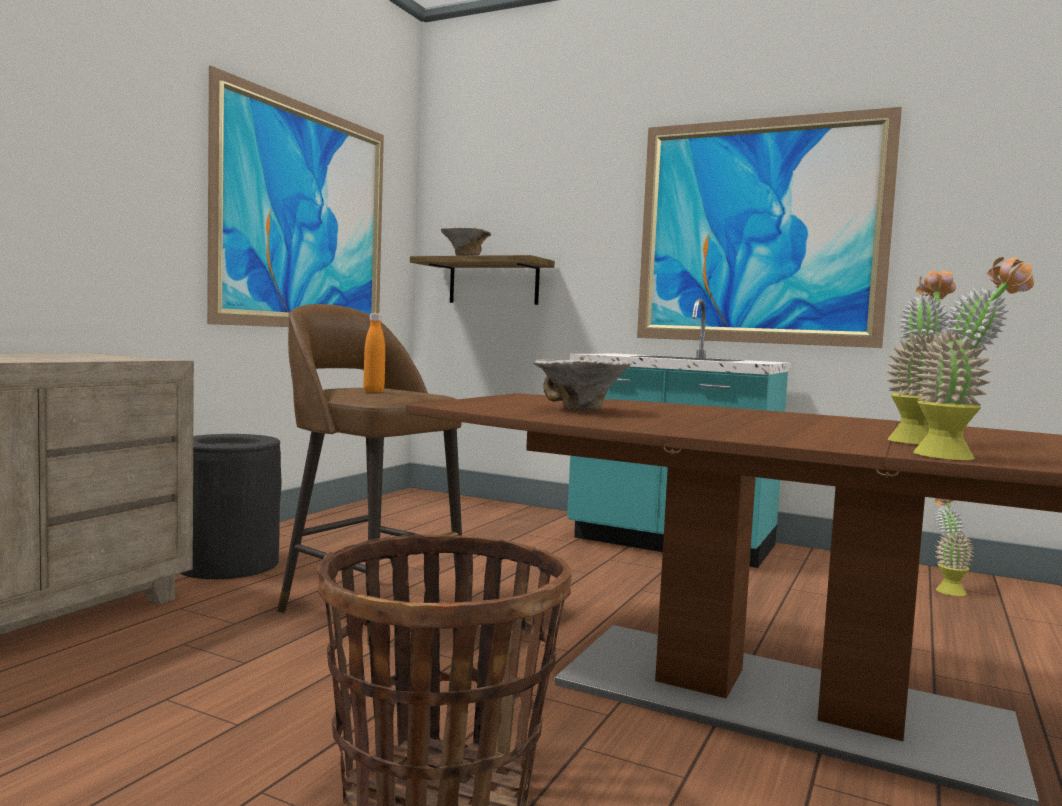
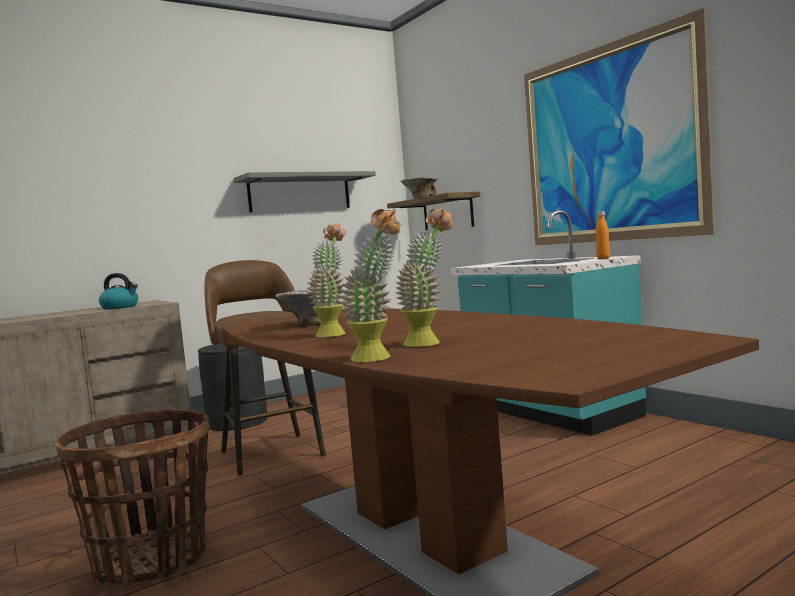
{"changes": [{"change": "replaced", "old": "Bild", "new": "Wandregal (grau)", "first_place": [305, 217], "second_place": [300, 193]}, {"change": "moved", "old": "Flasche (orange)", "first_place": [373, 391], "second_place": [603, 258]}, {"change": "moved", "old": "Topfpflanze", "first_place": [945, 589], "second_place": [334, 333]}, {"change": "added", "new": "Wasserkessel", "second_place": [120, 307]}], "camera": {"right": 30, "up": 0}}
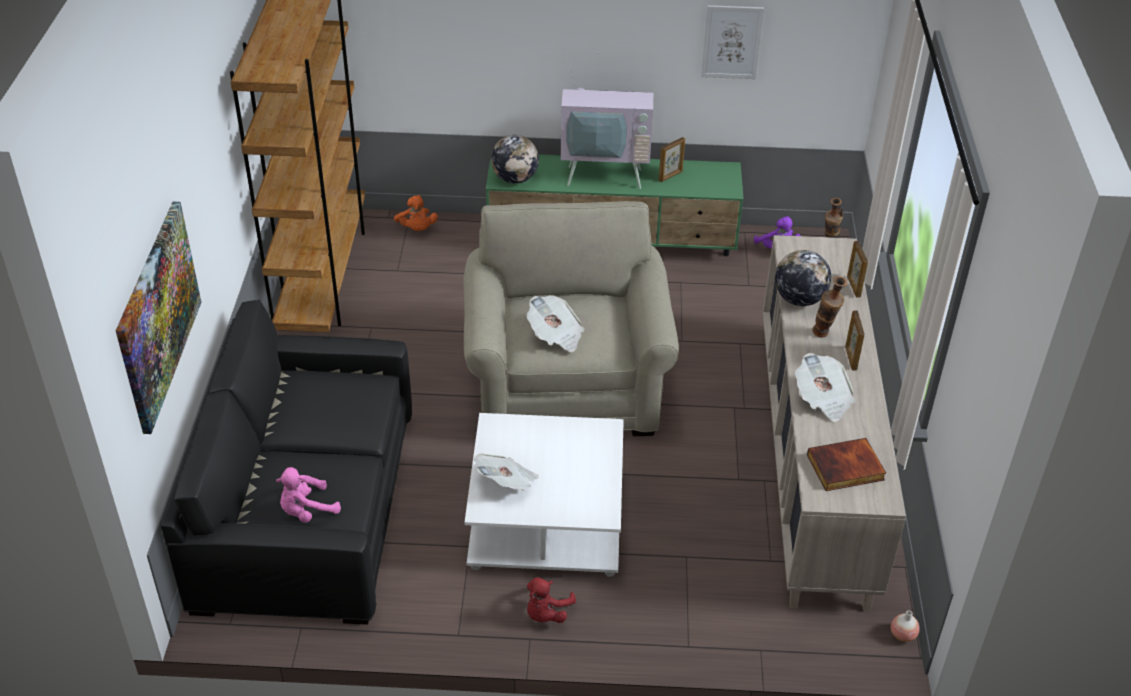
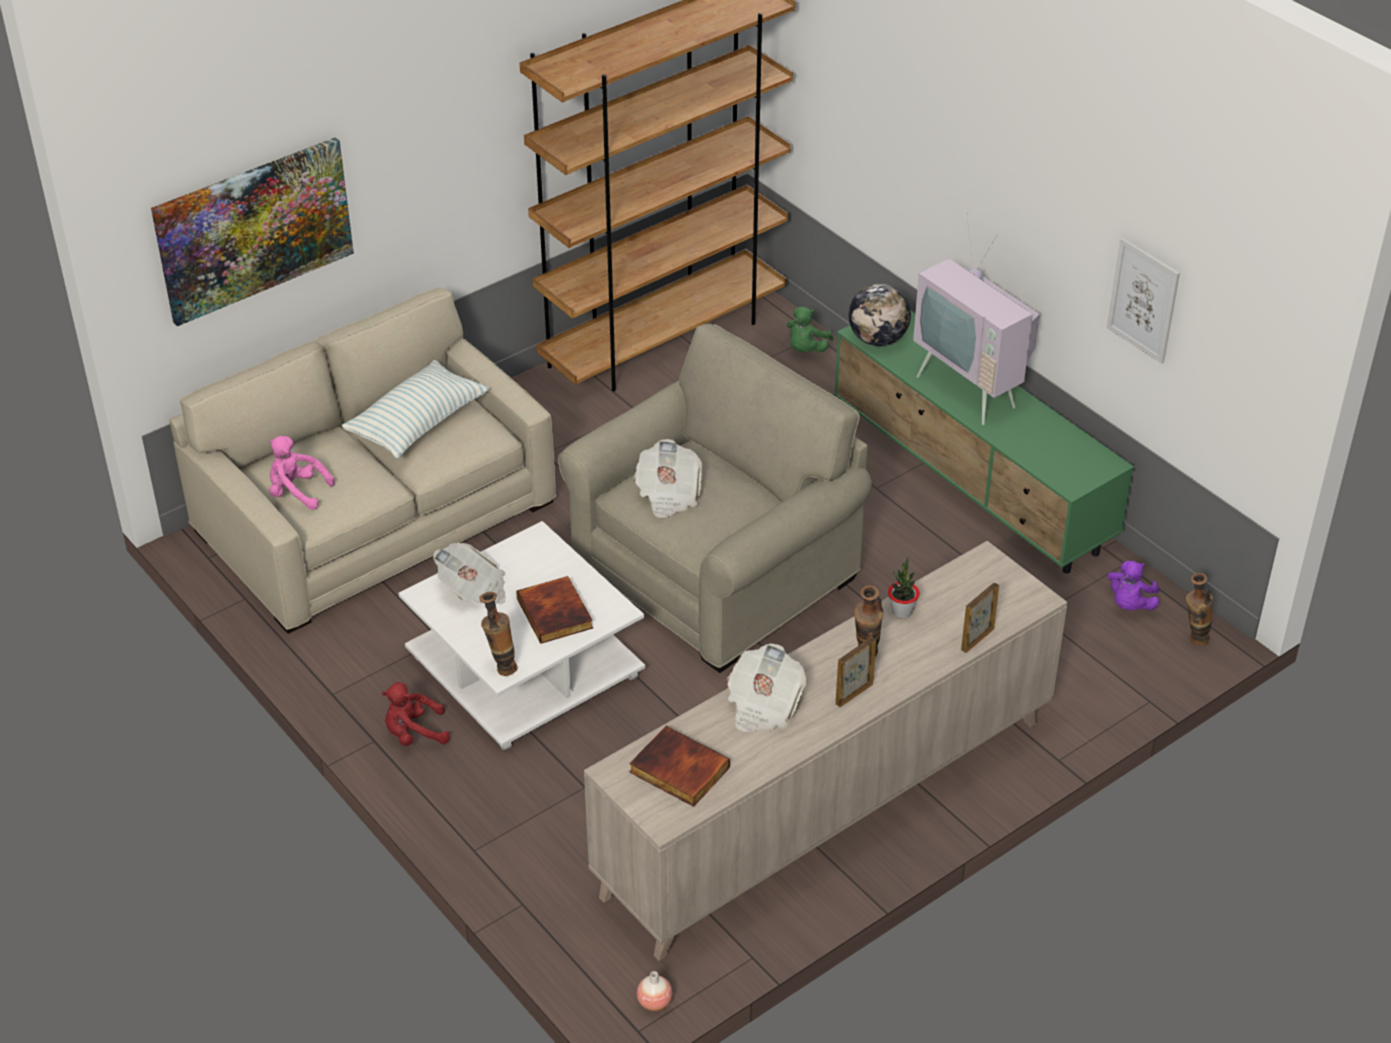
{"changes": [{"change": "removed", "old": "Bilderrahmen", "first_place": [670, 176]}, {"change": "recoloured", "old": "Plüschtier (orange)", "new": "Plüschtier (grün)", "first_place": [417, 229], "second_place": [806, 349]}, {"change": "replaced", "old": "Globus", "new": "Topfpflanze", "first_place": [799, 299], "second_place": [902, 611]}, {"change": "recoloured", "old": "Sofa (schwarz)", "new": "Sofa (beige)", "first_place": [304, 506], "second_place": [375, 514]}, {"change": "added", "new": "Kissen", "second_place": [418, 423]}, {"change": "added", "new": "Buch", "second_place": [556, 613]}, {"change": "added", "new": "Vase", "second_place": [501, 667]}], "camera": {"right": 50, "up": 0}}
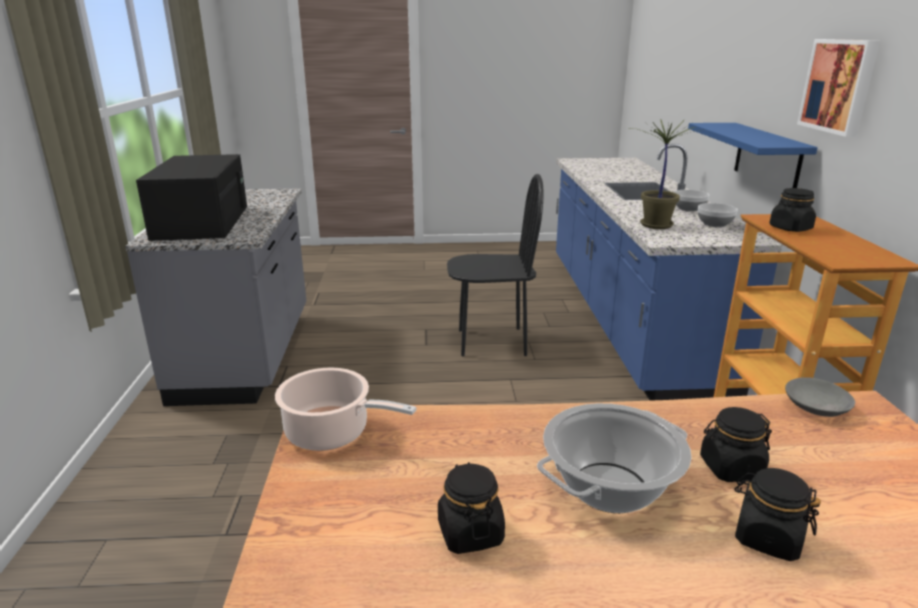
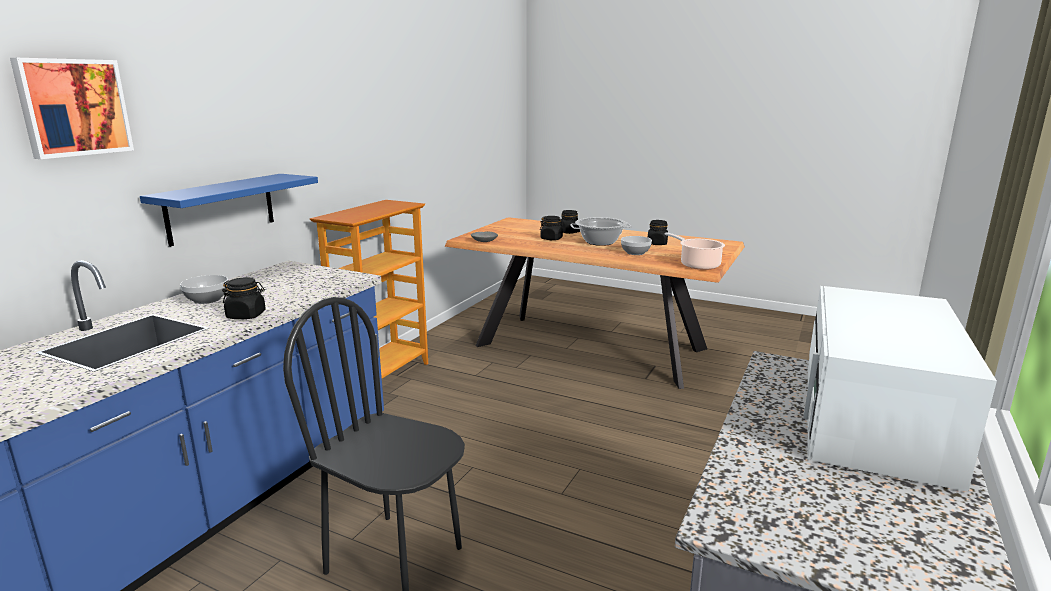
{"changes": [{"change": "moved", "old": "Bild", "first_place": [839, 86], "second_place": [73, 107]}, {"change": "removed", "old": "Topfpflanze", "first_place": [655, 225]}, {"change": "recoloured", "old": "Mikrowelle (schwarz)", "new": "Mikrowelle (weiß)", "first_place": [202, 221], "second_place": [874, 421]}, {"change": "moved", "old": "Vorratsglas (schwarz)", "first_place": [790, 228], "second_place": [246, 315]}, {"change": "moved", "old": "Schüssel", "first_place": [715, 224], "second_place": [635, 253]}], "camera": {"right": -150, "up": -5}}
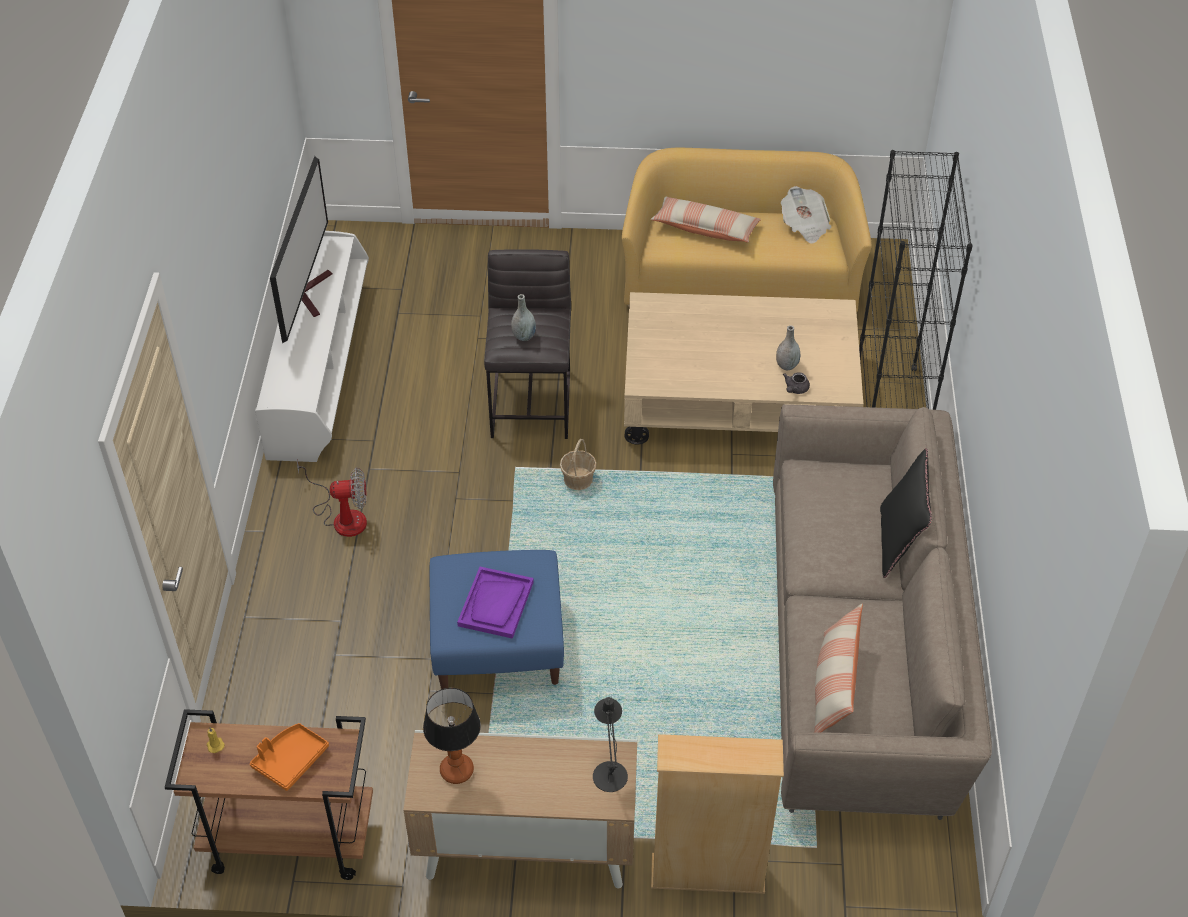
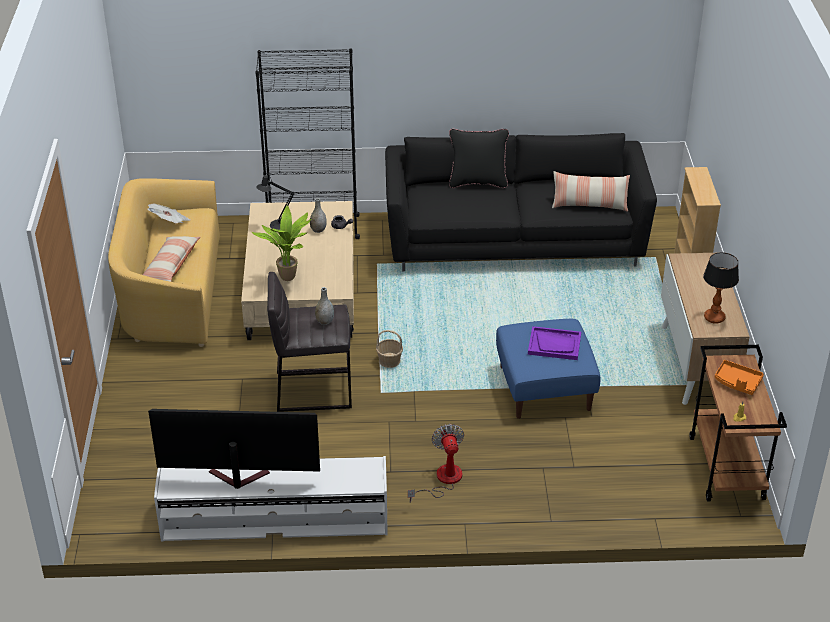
{"changes": [{"change": "recoloured", "old": "Sofa (beige)", "new": "Sofa (schwarz)", "first_place": [862, 650], "second_place": [514, 241]}, {"change": "moved", "old": "Tischlampe (schwarz)", "first_place": [609, 771], "second_place": [276, 225]}, {"change": "added", "new": "Topfpflanze", "second_place": [290, 278]}], "camera": {"right": -95, "up": -10}}
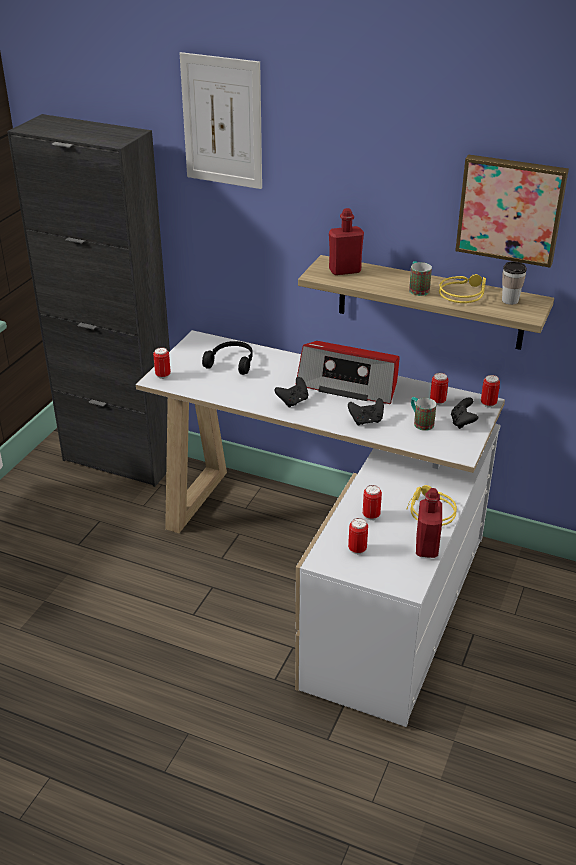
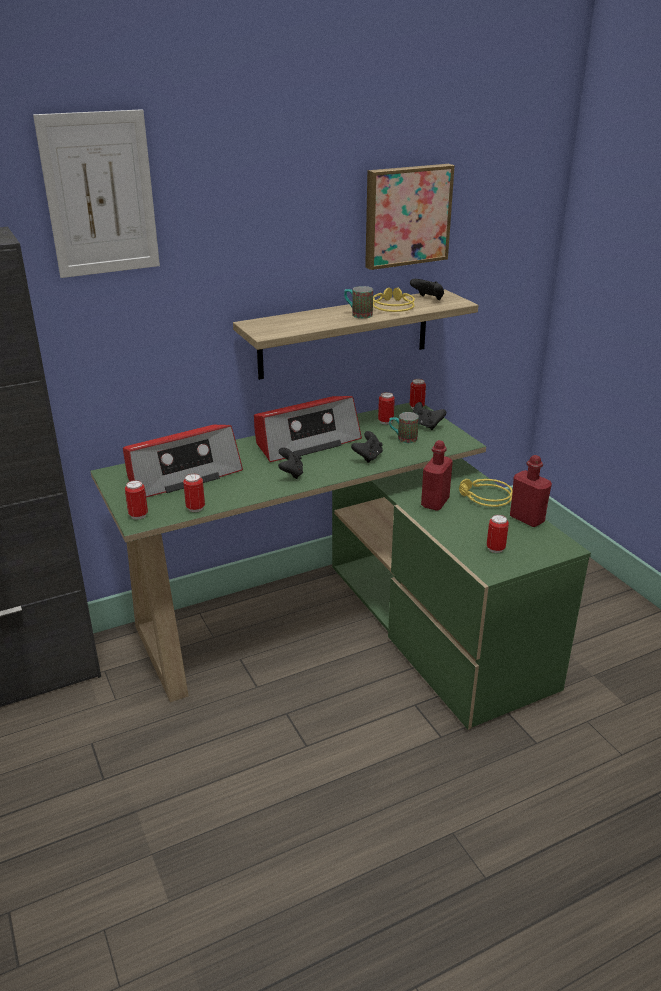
{"changes": [{"change": "moved", "old": "Flasche (rot)", "first_place": [345, 270], "second_place": [435, 502]}, {"change": "replaced", "old": "Tasse", "new": "Gamepad (schwarz)", "first_place": [510, 300], "second_place": [428, 299]}, {"change": "recoloured", "old": "Schreibtisch (weiß)", "new": "Schreibtisch (grün)", "first_place": [332, 564], "second_place": [345, 629]}, {"change": "replaced", "old": "Kopfhörer (schwarz)", "new": "Radio", "first_place": [232, 362], "second_place": [182, 474]}, {"change": "moved", "old": "Dose", "first_place": [371, 515], "second_place": [195, 508]}], "camera": {"right": -50, "up": -5}}
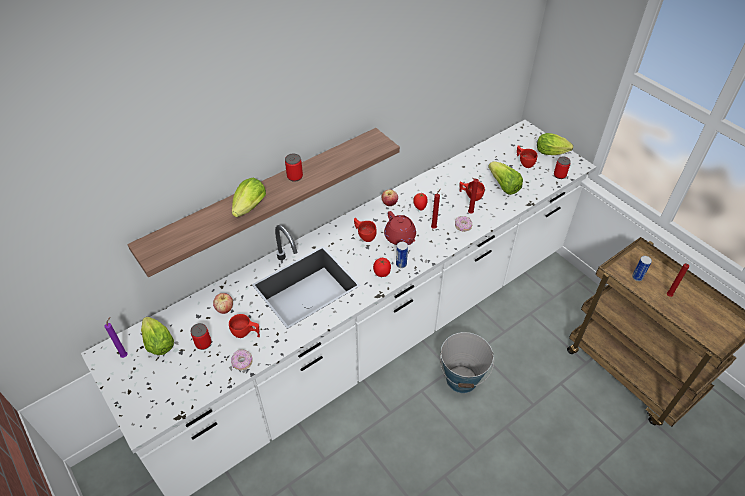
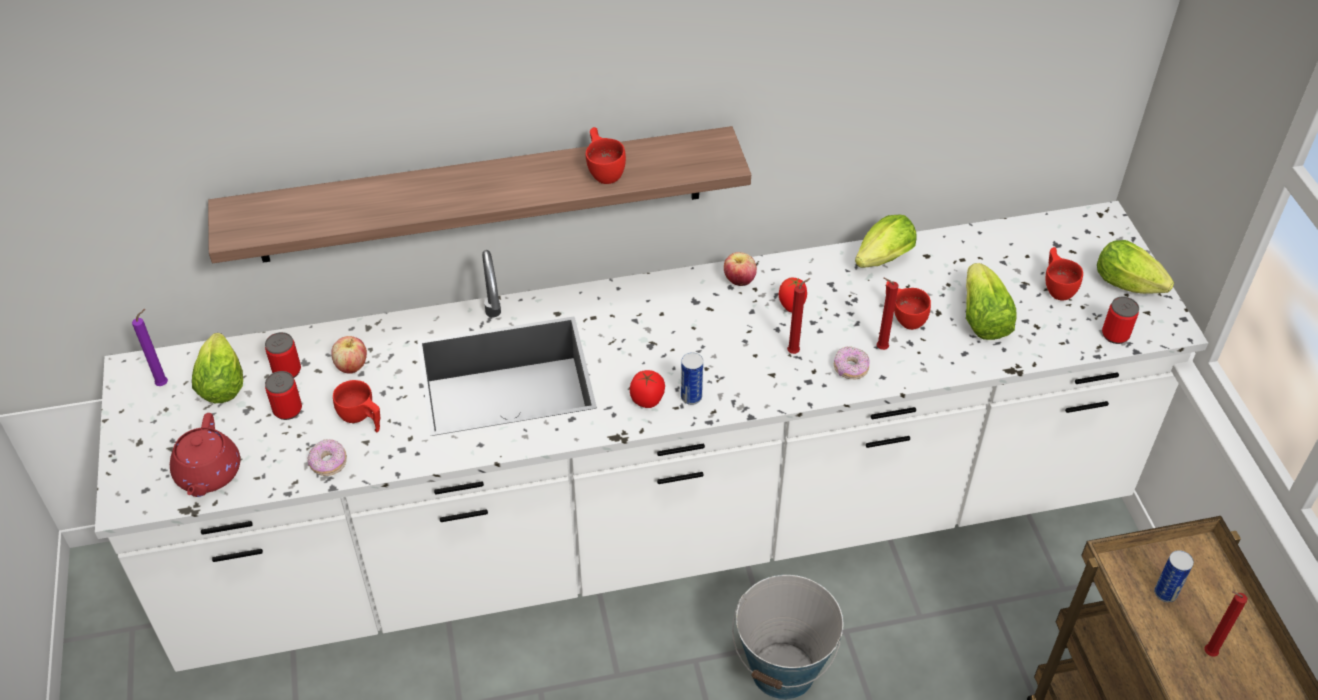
{"changes": [{"change": "moved", "old": "Dose", "first_place": [295, 176], "second_place": [287, 371]}, {"change": "moved", "old": "Salatkopf", "first_place": [248, 209], "second_place": [880, 261]}, {"change": "moved", "old": "Teekanne (rot)", "first_place": [400, 237], "second_place": [208, 474]}, {"change": "moved", "old": "Tasse (rot)", "first_place": [364, 235], "second_place": [604, 169]}], "camera": {"right": 25, "up": 0}}
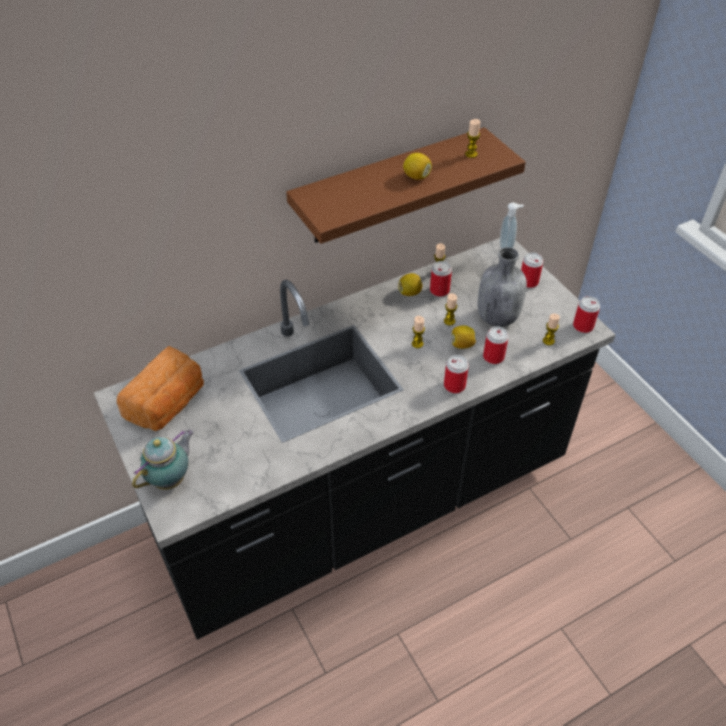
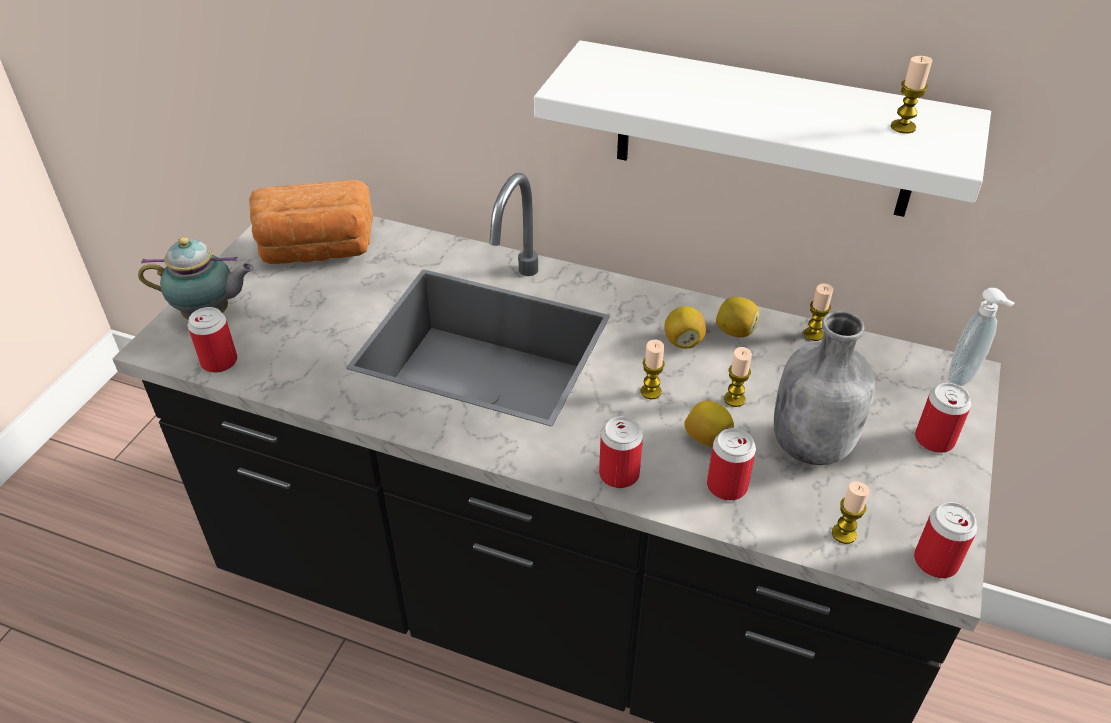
{"changes": [{"change": "recoloured", "old": "Wandregal (braun)", "new": "Wandregal (weiß)", "first_place": [388, 187], "second_place": [764, 131]}, {"change": "moved", "old": "Zitrone", "first_place": [416, 176], "second_place": [683, 341]}, {"change": "moved", "old": "Dose", "first_place": [439, 290], "second_place": [219, 362]}], "camera": {"right": 50, "up": -5}}
